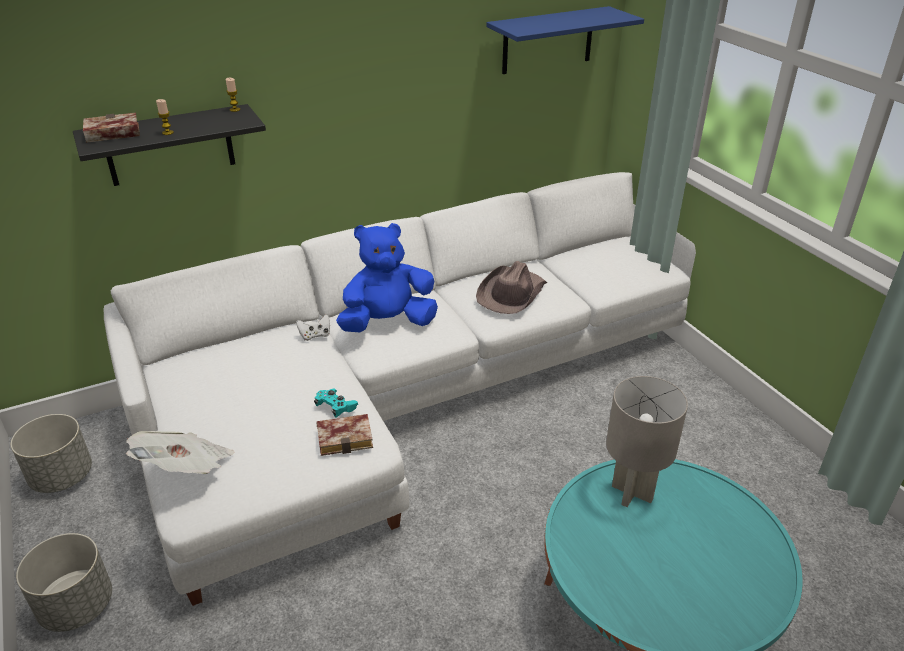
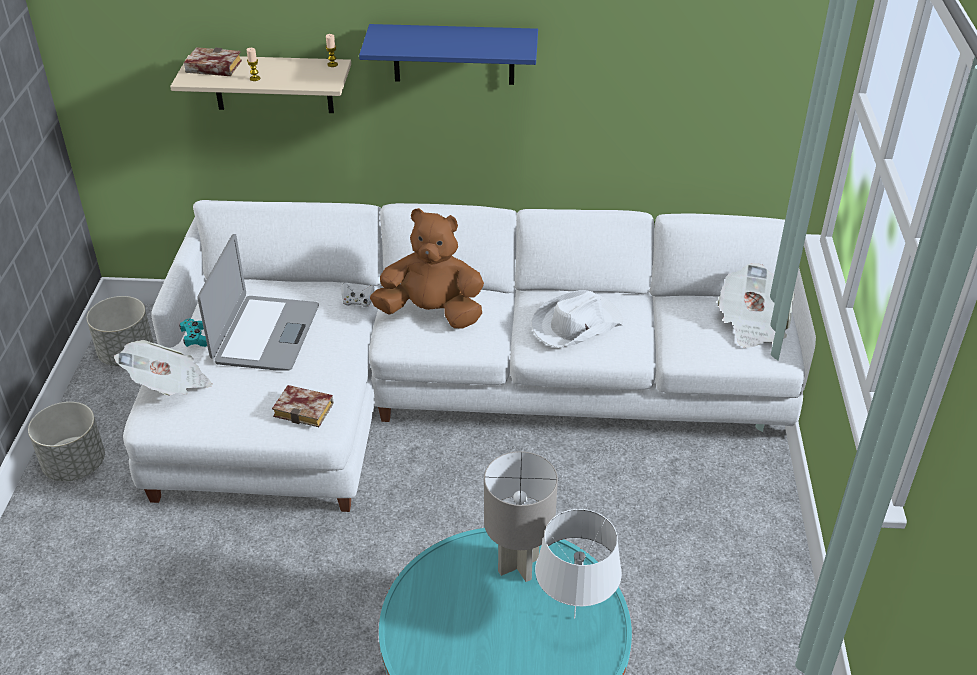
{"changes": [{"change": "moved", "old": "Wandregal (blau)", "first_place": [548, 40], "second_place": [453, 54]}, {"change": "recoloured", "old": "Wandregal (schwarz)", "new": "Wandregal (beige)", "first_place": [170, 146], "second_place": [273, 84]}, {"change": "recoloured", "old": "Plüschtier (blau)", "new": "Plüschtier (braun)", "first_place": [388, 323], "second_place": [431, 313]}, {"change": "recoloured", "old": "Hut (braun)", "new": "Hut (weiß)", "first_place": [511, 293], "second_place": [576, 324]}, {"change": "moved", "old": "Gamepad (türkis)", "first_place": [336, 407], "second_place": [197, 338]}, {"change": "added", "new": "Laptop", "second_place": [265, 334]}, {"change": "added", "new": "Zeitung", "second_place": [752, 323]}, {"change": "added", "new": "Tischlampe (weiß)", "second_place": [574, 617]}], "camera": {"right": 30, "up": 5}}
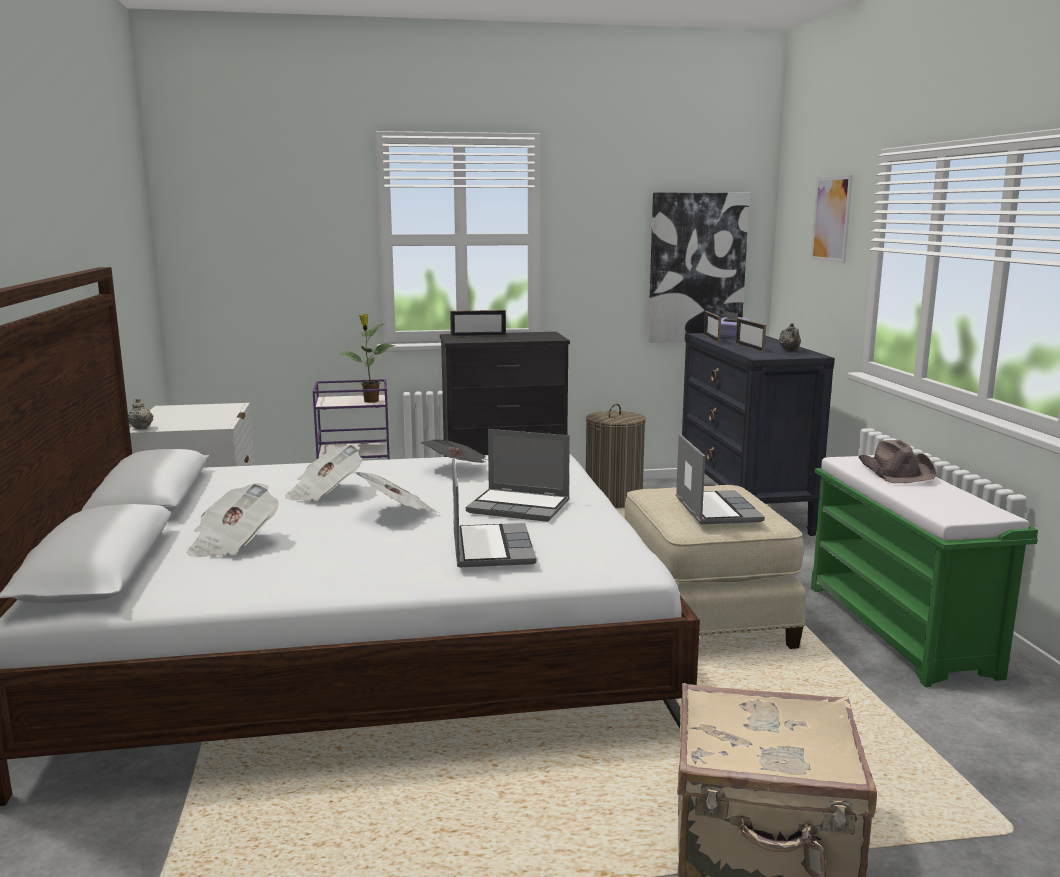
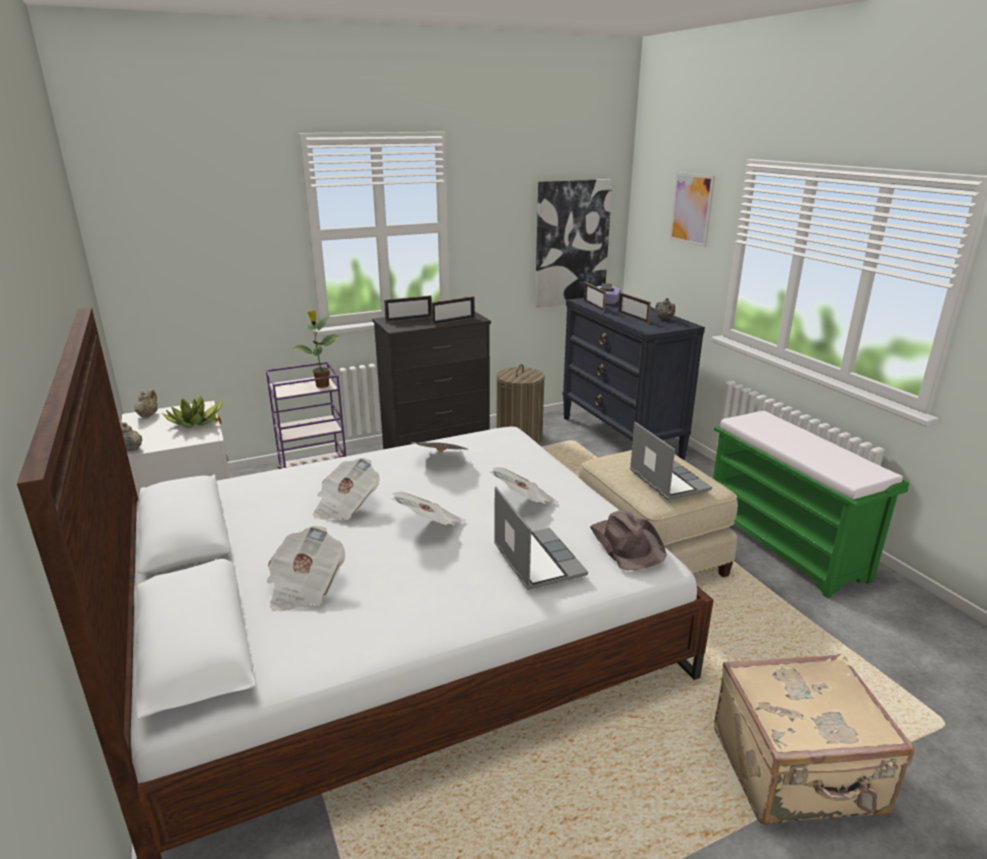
{"changes": [{"change": "replaced", "old": "Laptop", "new": "Zeitung", "first_place": [520, 507], "second_place": [524, 502]}, {"change": "moved", "old": "Hut (braun)", "first_place": [896, 472], "second_place": [627, 544]}, {"change": "added", "new": "Bilderrahmen", "second_place": [453, 321]}, {"change": "added", "new": "Teekanne (beige)", "second_place": [148, 415]}, {"change": "added", "new": "Topfpflanze", "second_place": [196, 423]}], "camera": {"right": -15, "up": 10}}
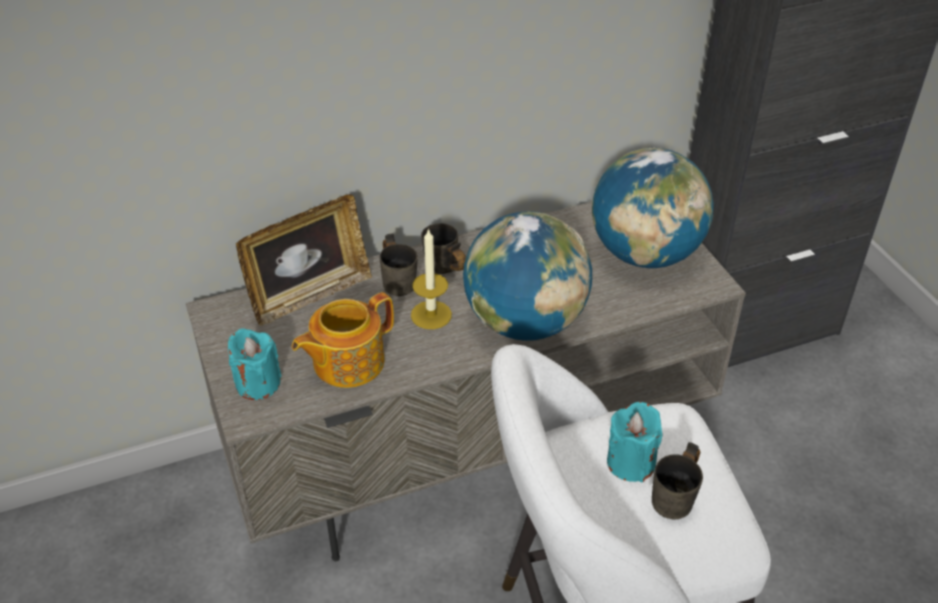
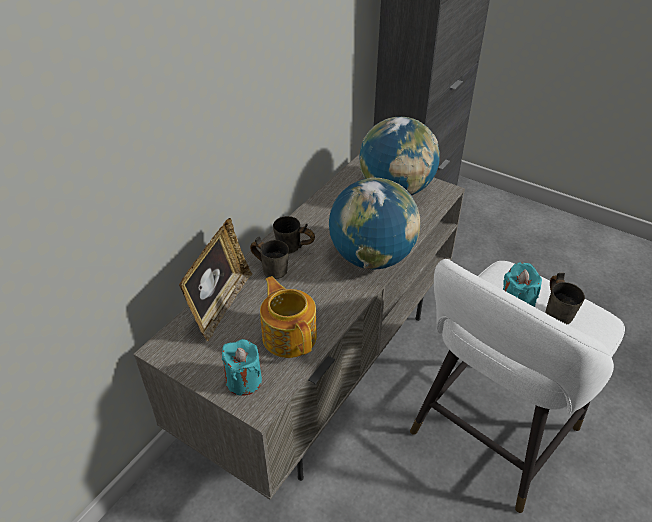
{"changes": [{"change": "removed", "old": "Kerze", "first_place": [431, 315]}, {"change": "turned", "old": "Teekanne", "first_place": [346, 362], "second_place": [289, 335], "degrees": 135}], "camera": {"right": -35, "up": 0}}
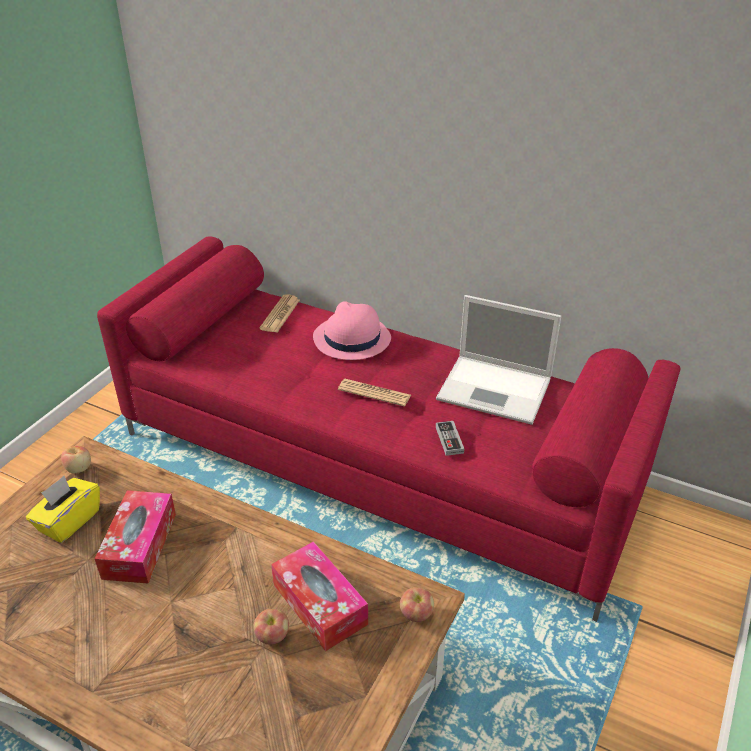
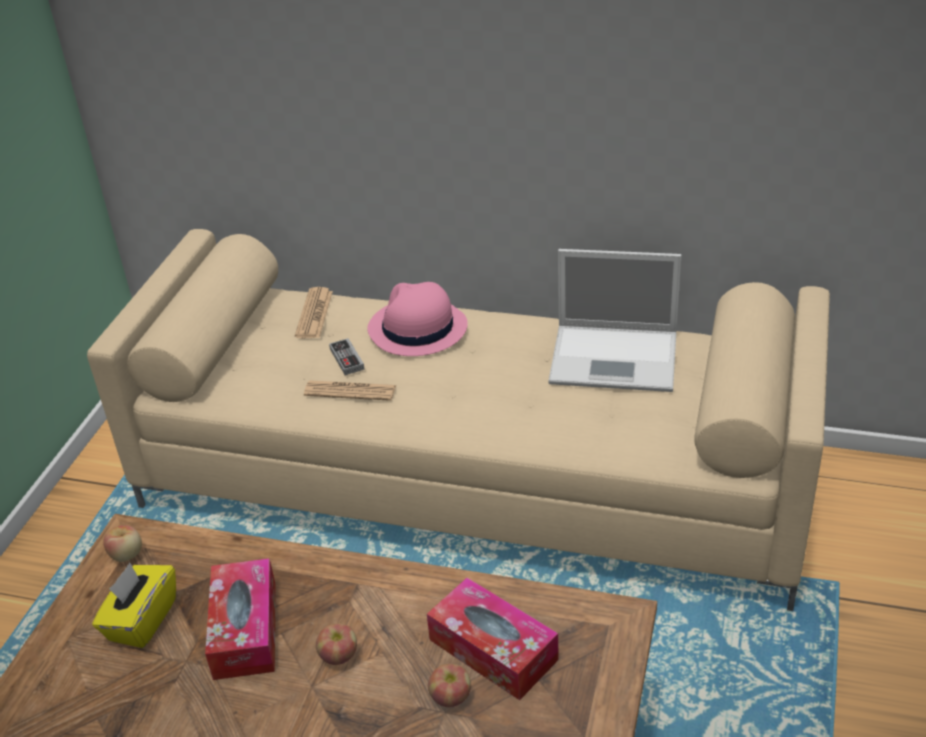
{"changes": [{"change": "recoloured", "old": "Sofa (rot)", "new": "Sofa (beige)", "first_place": [378, 463], "second_place": [474, 480]}, {"change": "moved", "old": "Zeitung", "first_place": [374, 393], "second_place": [350, 391]}, {"change": "moved", "old": "Gamepad", "first_place": [449, 440], "second_place": [347, 359]}, {"change": "moved", "old": "Apfel", "first_place": [416, 614], "second_place": [339, 656]}], "camera": {"right": -10, "up": 0}}
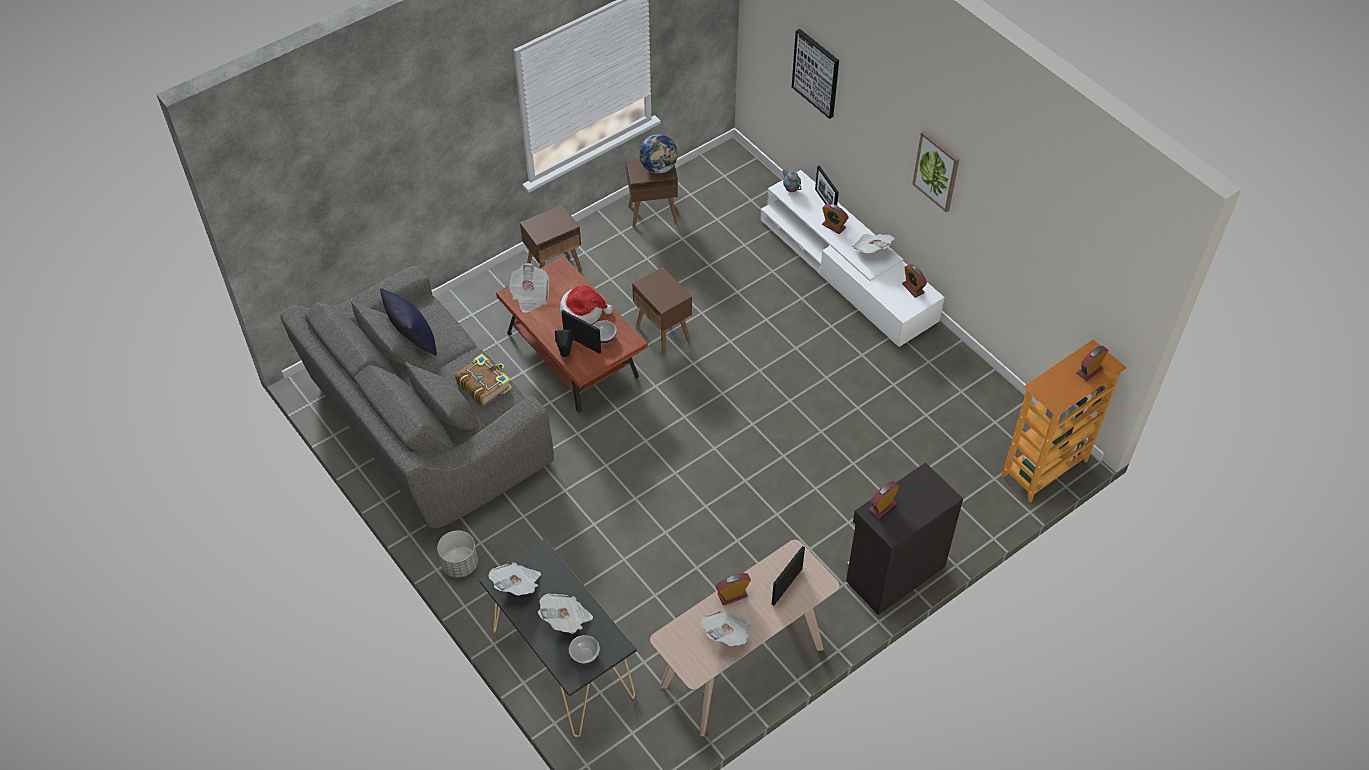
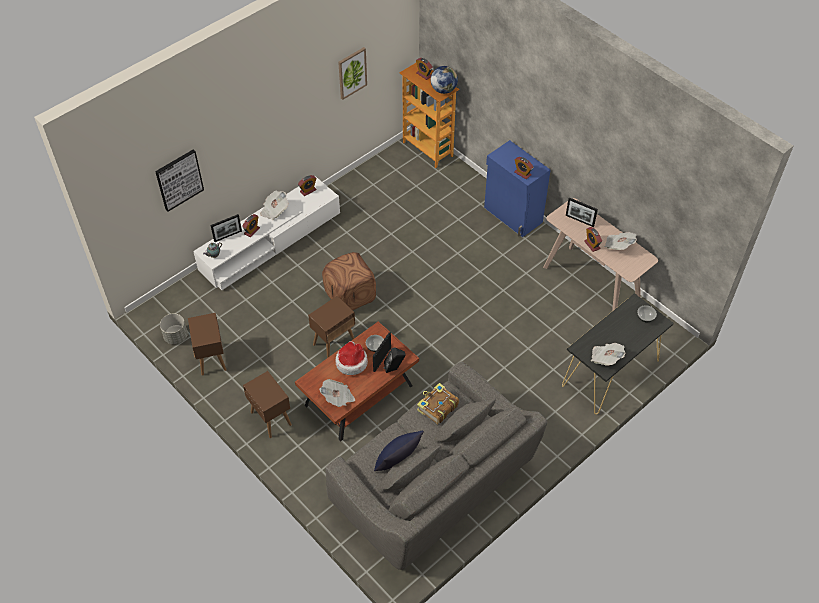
{"changes": [{"change": "moved", "old": "Bild", "first_place": [936, 171], "second_place": [352, 73]}, {"change": "moved", "old": "Globus", "first_place": [659, 167], "second_place": [443, 90]}, {"change": "recoloured", "old": "Schrank (schwarz)", "new": "Schrank (blau)", "first_place": [894, 573], "second_place": [512, 215]}, {"change": "moved", "old": "Pflanzkübel (grau)", "first_place": [459, 564], "second_place": [176, 336]}, {"change": "removed", "old": "Zeitung", "first_place": [566, 619]}, {"change": "added", "new": "Polsterhocker (braun)", "second_place": [350, 295]}], "camera": {"right": -95, "up": 0}}
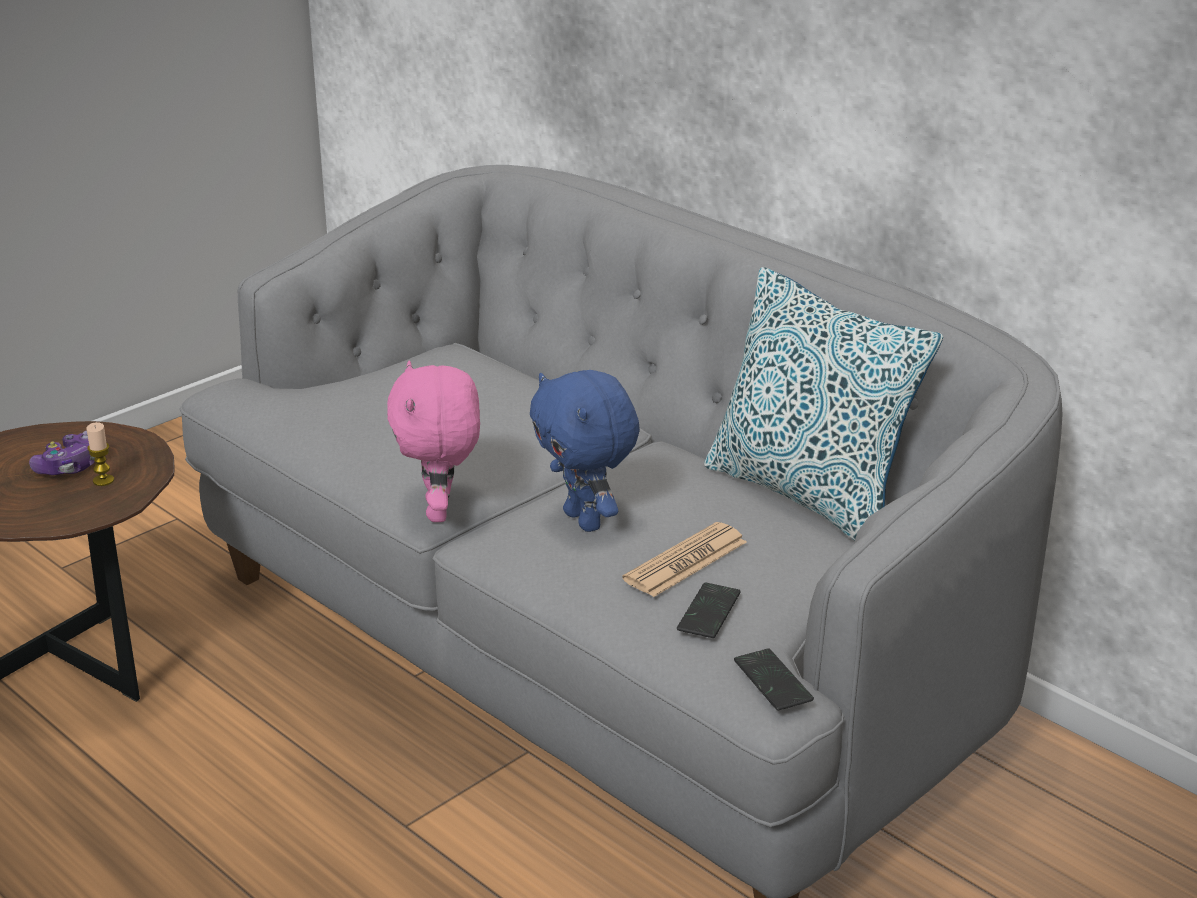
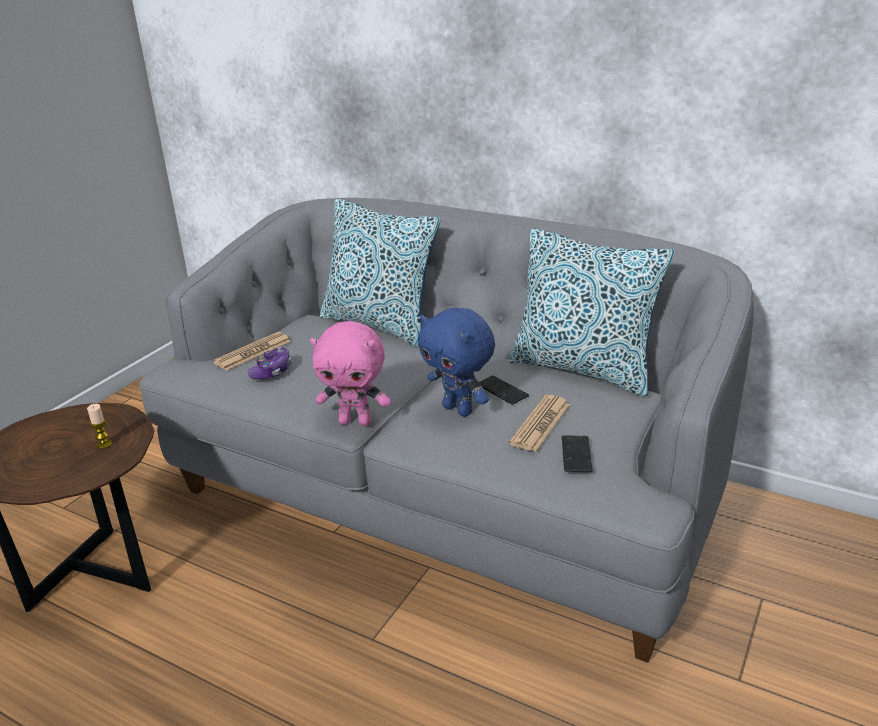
{"changes": [{"change": "turned", "old": "Plüschtier (rosa)", "first_place": [441, 511], "second_place": [356, 421], "degrees": -60}, {"change": "moved", "old": "Gamepad", "first_place": [71, 466], "second_place": [272, 372]}, {"change": "moved", "old": "Handy", "first_place": [772, 681], "second_place": [502, 391]}, {"change": "added", "new": "Kissen", "second_place": [380, 324]}, {"change": "added", "new": "Zeitung", "second_place": [253, 352]}], "camera": {"right": -15, "up": 0}}
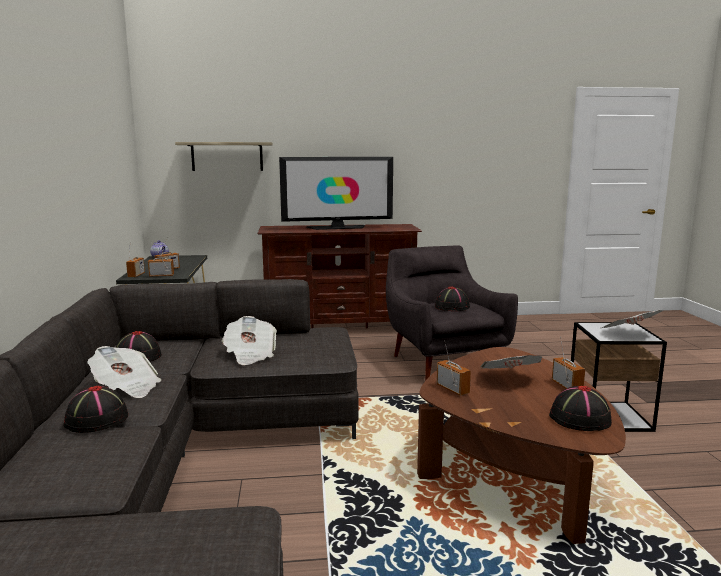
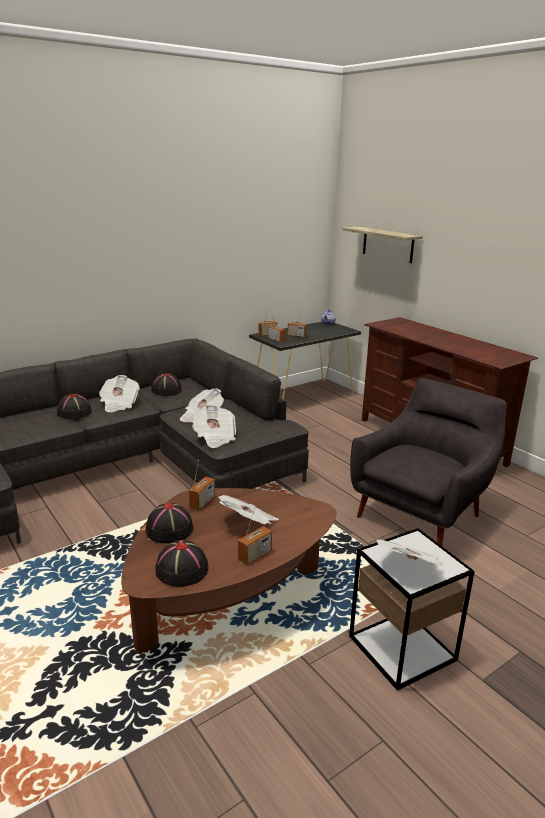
{"changes": [{"change": "removed", "old": "Fernseher", "first_place": [337, 227]}, {"change": "moved", "old": "Hut (schwarz)", "first_place": [452, 307], "second_place": [169, 530]}, {"change": "added", "new": "Zeitung", "second_place": [215, 437]}], "camera": {"right": 60, "up": 10}}
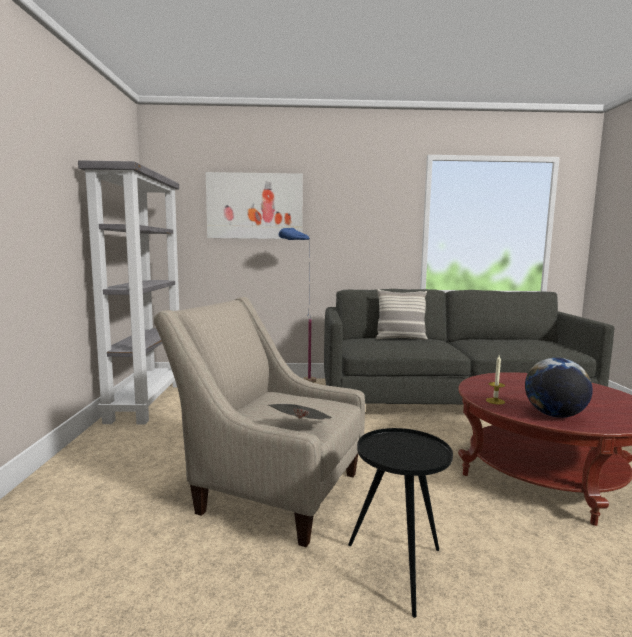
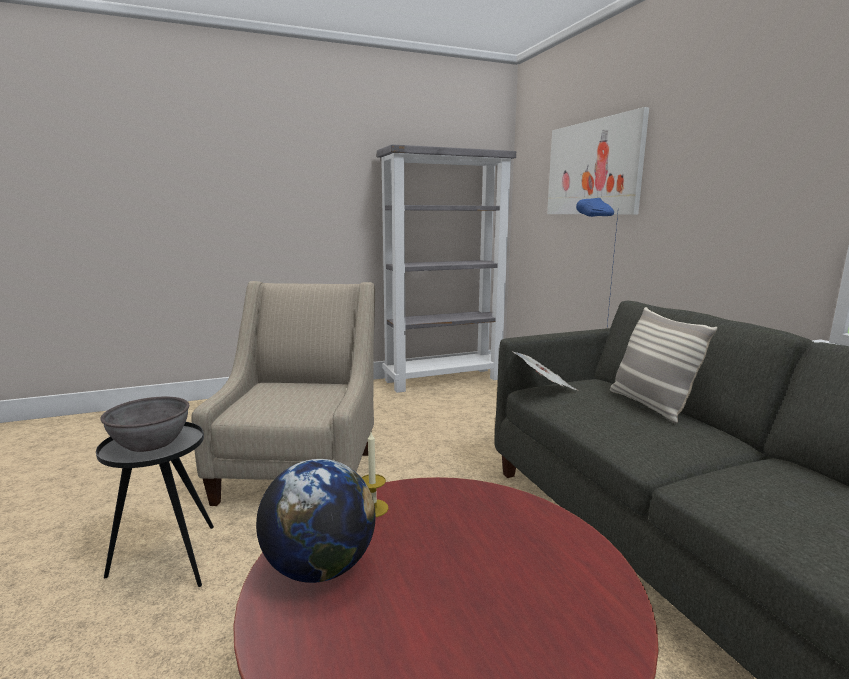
{"changes": [{"change": "moved", "old": "Zeitung", "first_place": [301, 429], "second_place": [544, 387]}, {"change": "added", "new": "Schüssel (grau)", "second_place": [150, 442]}], "camera": {"right": 70, "up": 5}}
